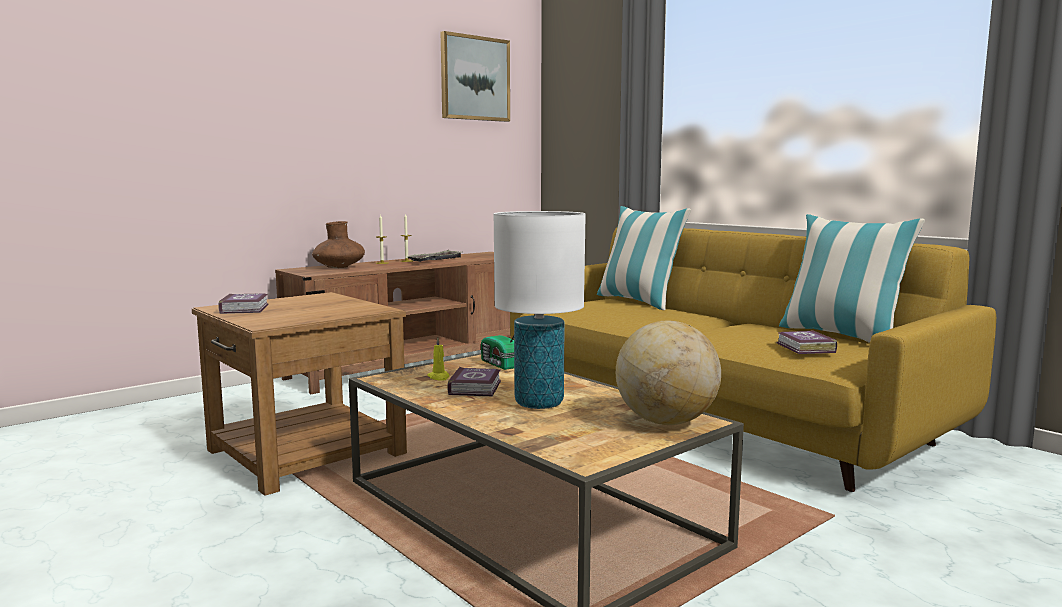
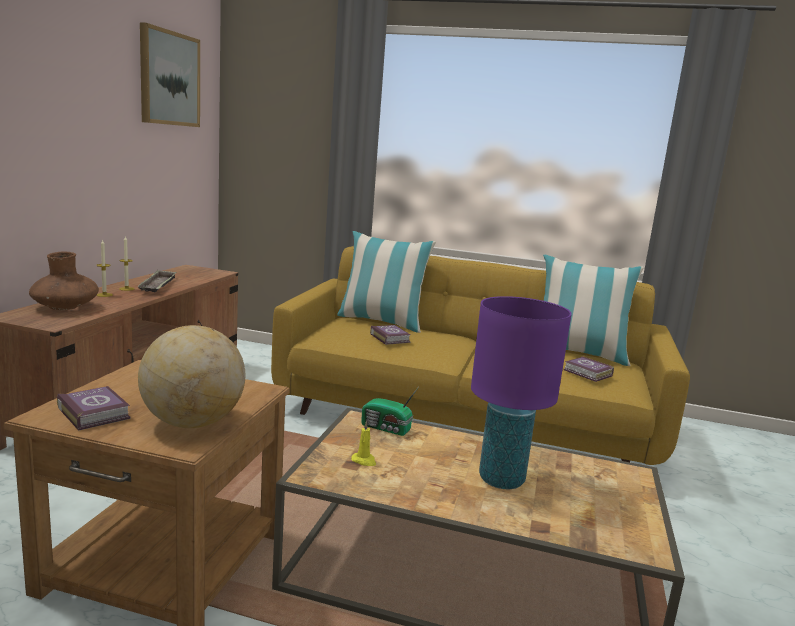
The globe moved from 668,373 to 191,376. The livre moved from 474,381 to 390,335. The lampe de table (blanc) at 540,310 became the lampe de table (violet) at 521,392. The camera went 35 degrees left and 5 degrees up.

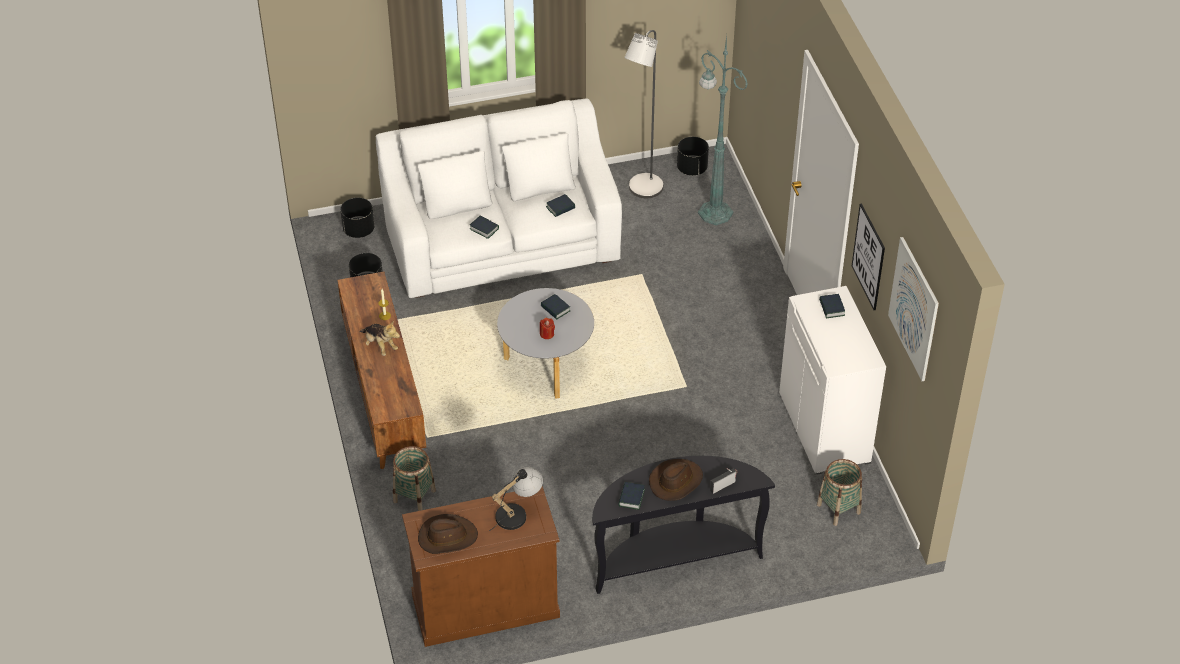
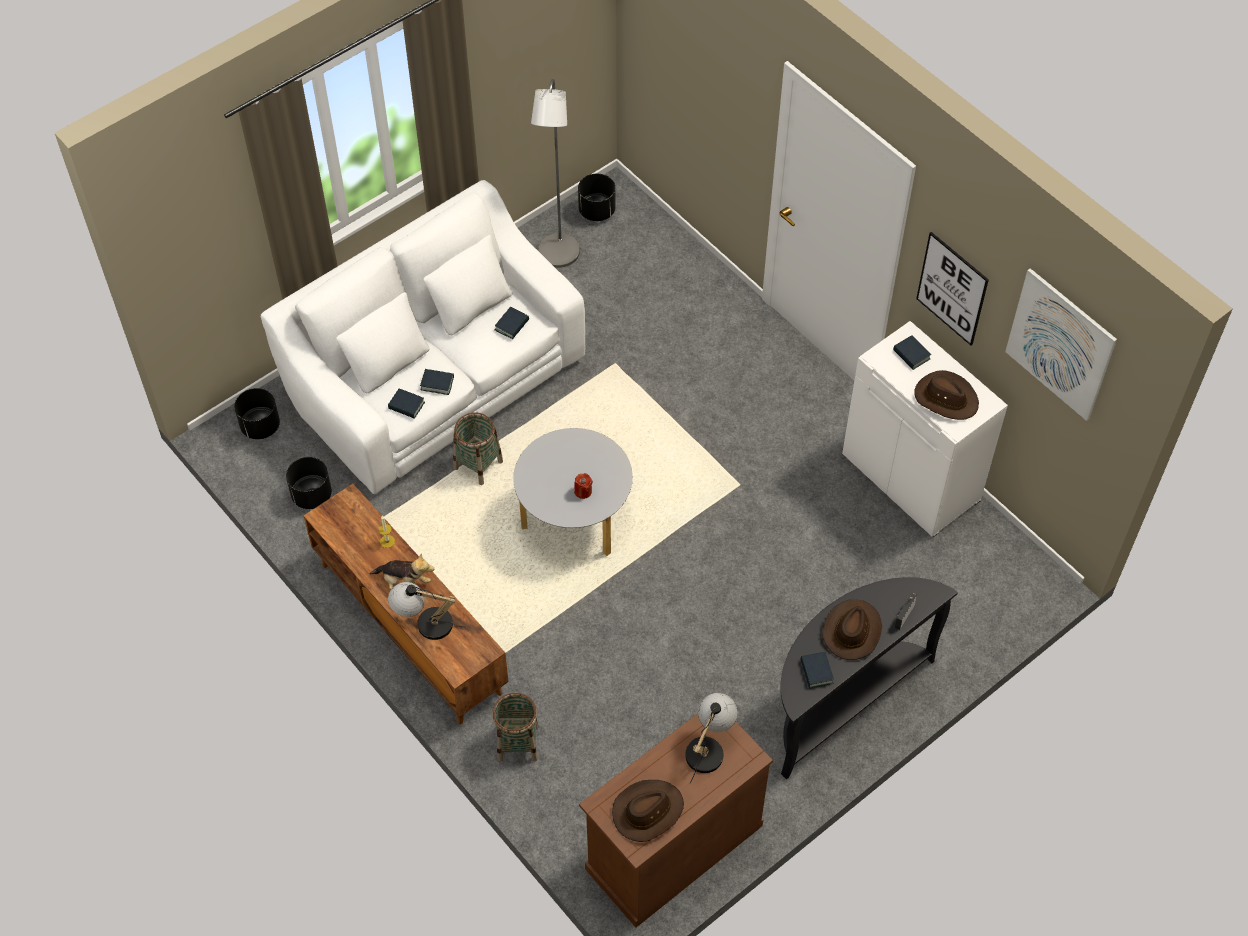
The livre moved from 555,307 to 406,404. The lampe de table at 427,611 appeared. The panier moved from 839,492 to 478,448. The chapeau (marron) at 946,395 appeared. The lampadaire (vert) at 723,130 disappeared. The camera went 25 degrees left and 10 degrees up.

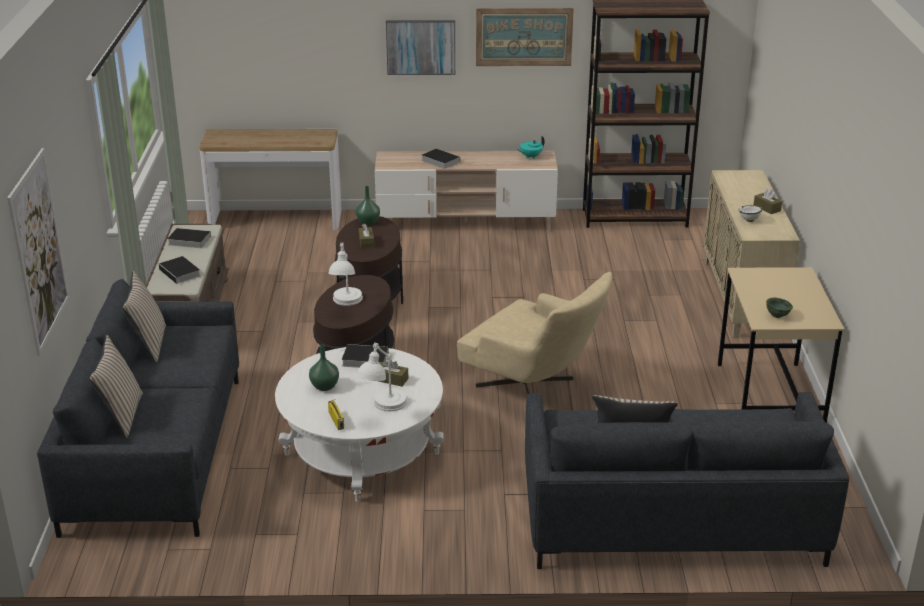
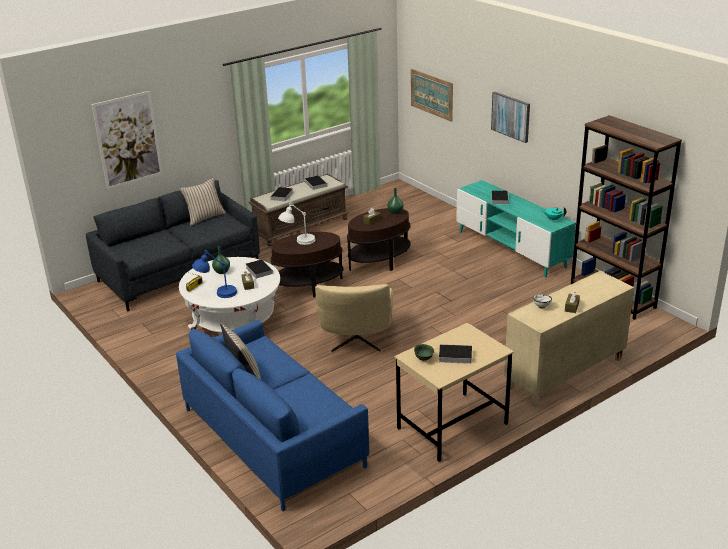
The canapé (gris) at 687,480 became the canapé (bleu) at 272,416. The lampe de table (blanc) at 381,376 became the lampe de table (bleu) at 214,274. The tableau moved from 525,37 to 432,95. The livre at 453,354 appeared. The meuble télé (beige) at 466,191 became the meuble télé (turquoise) at 516,229. The coussin (beige) at 116,386 disappeared. The table console at 270,179 disappeared. The camera went 55 degrees right and 0 degrees up.

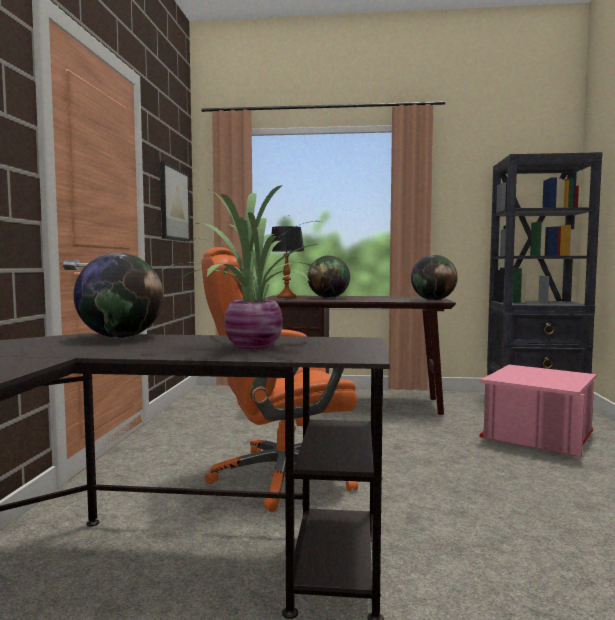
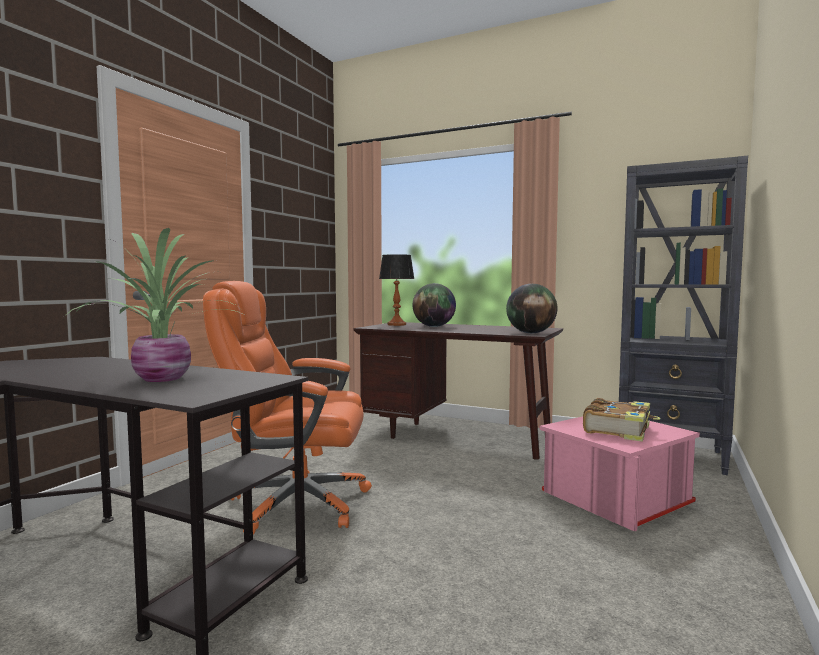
The livre at 622,420 appeared. The globe at 119,295 disappeared. The tableau at 175,201 disappeared. The camera went 20 degrees right and 0 degrees up.

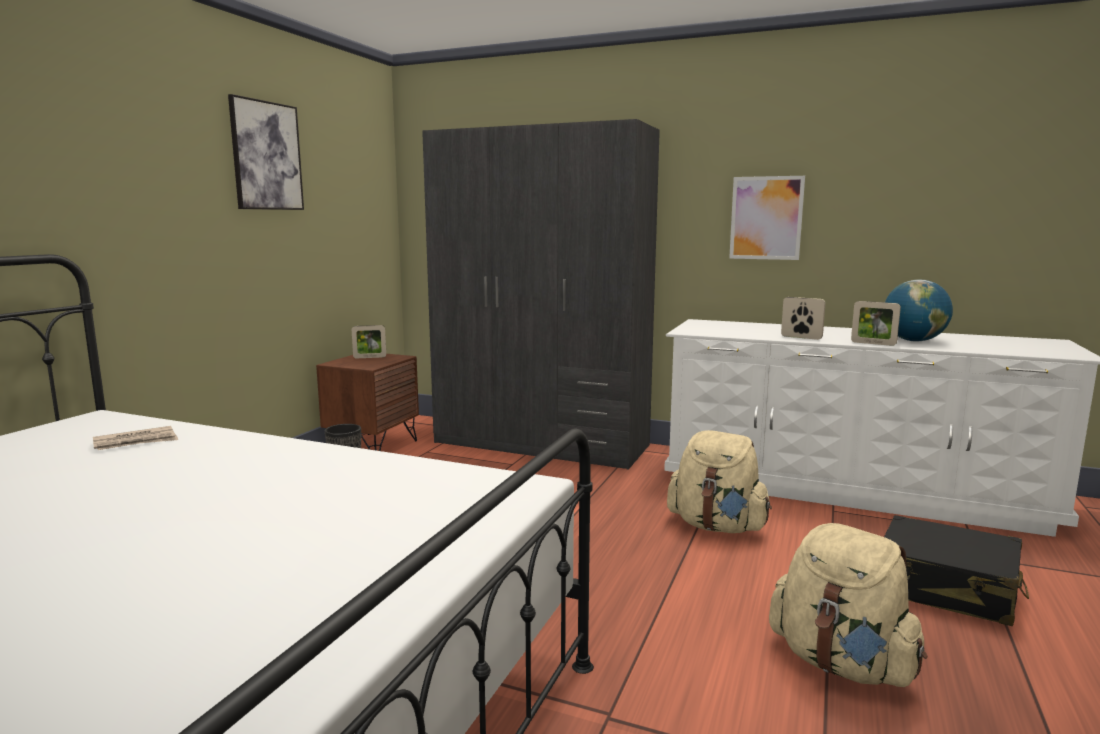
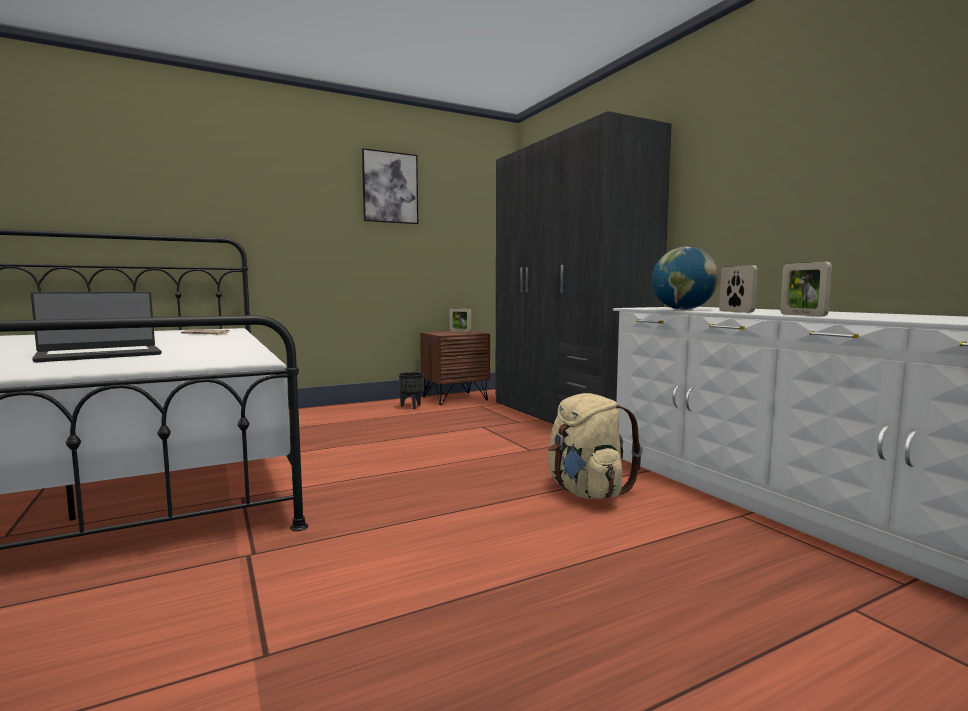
The ordinateur portable at 96,326 appeared. The globe moved from 919,310 to 685,278. The tableau at 767,218 disappeared. The sac à dos (beige) at 848,605 disappeared. The valise (noir) at 956,570 disappeared. The camera went 40 degrees right and 5 degrees down.

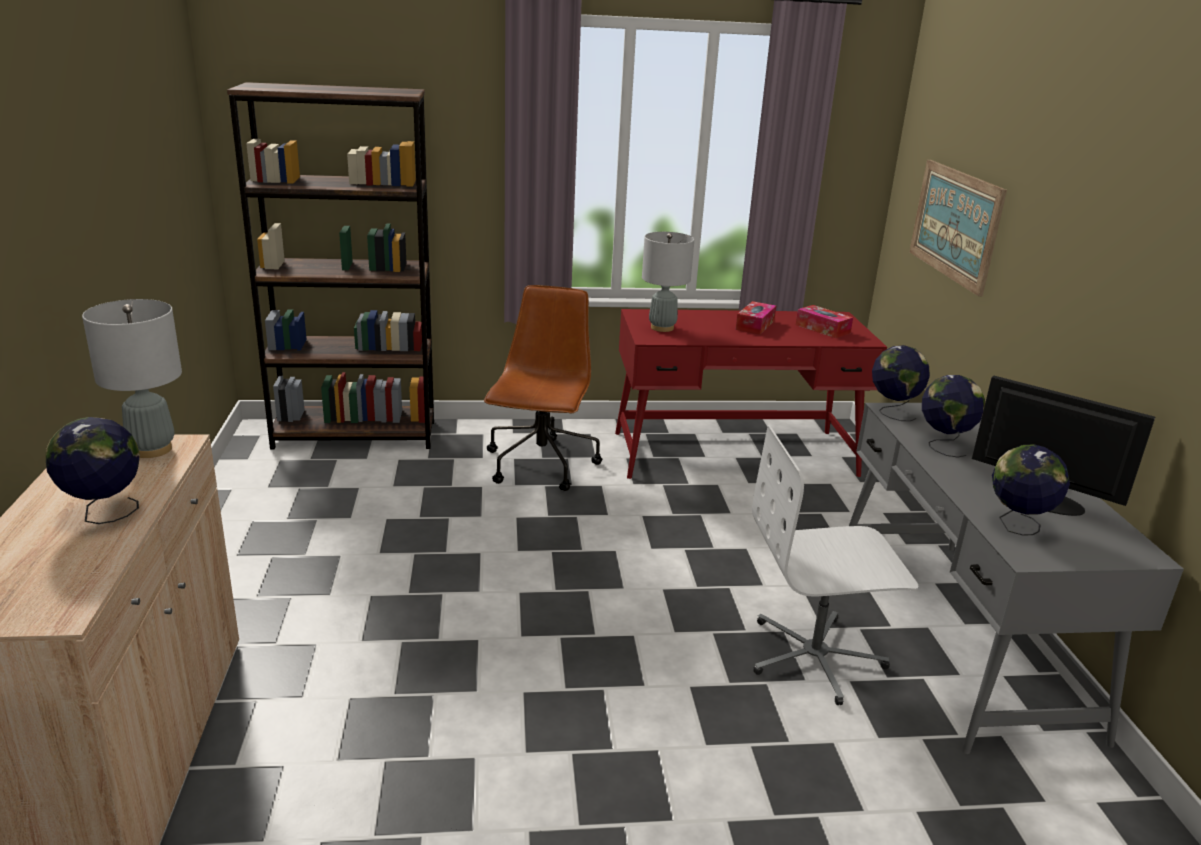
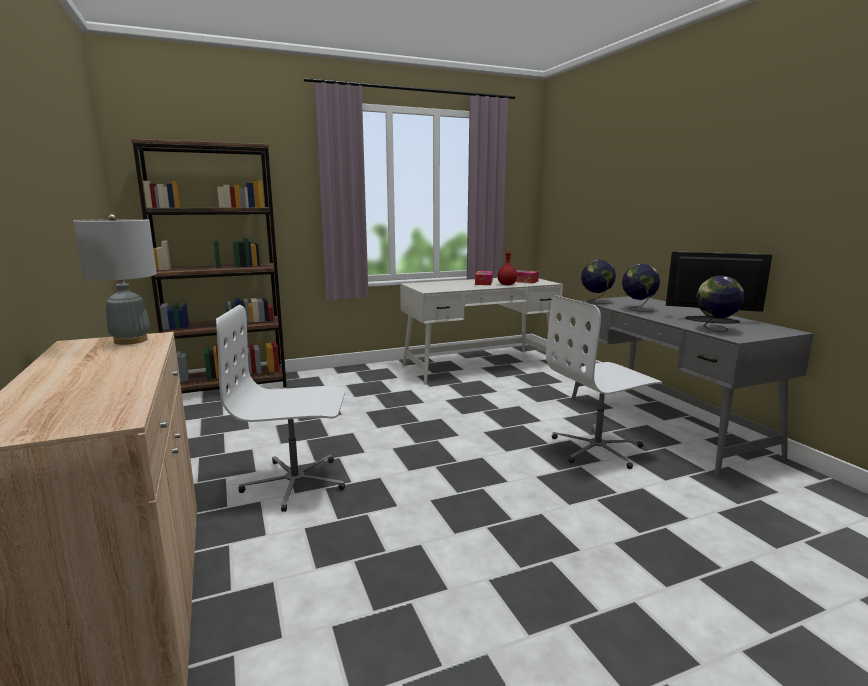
The chaise de bureau (blanc) at 280,408 appeared. The bureau (rouge) at 751,394 became the bureau (blanc) at 481,331. The bouteille (rouge) at 507,267 appeared. The globe at 93,470 disappeared. The chaise de bureau (marron) at 543,388 disappeared. The lampe de table (gris) at 668,282 disappeared. The tableau at 958,228 disappeared. The camera went 15 degrees left and 10 degrees down.

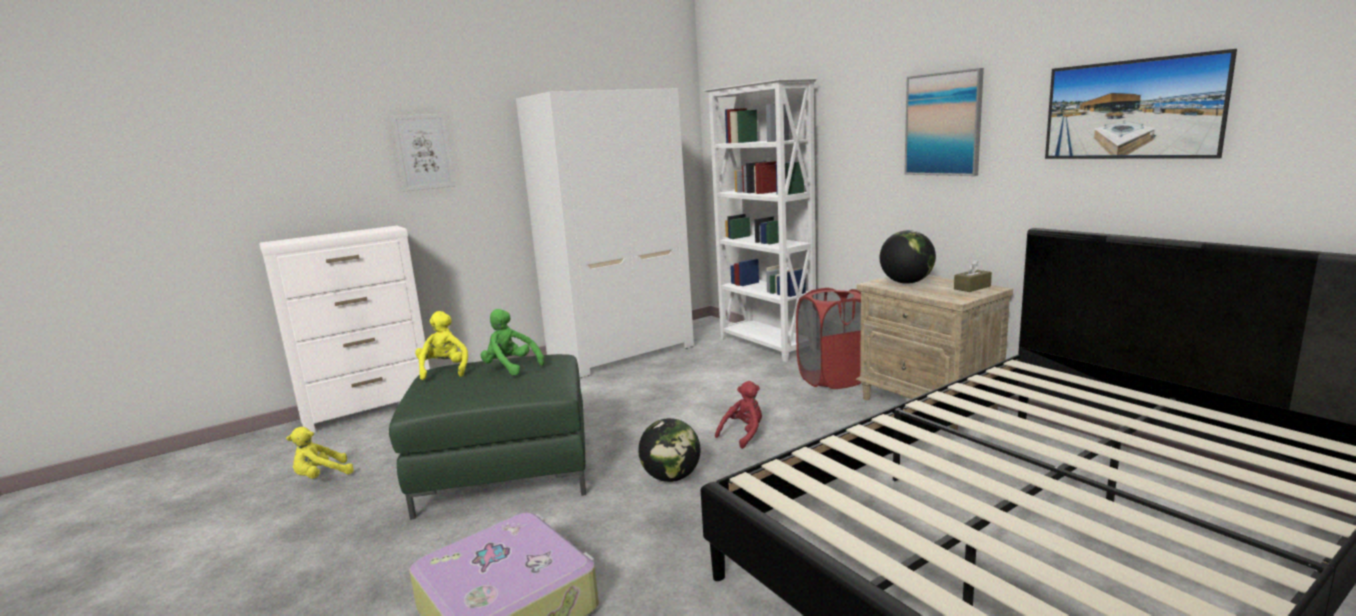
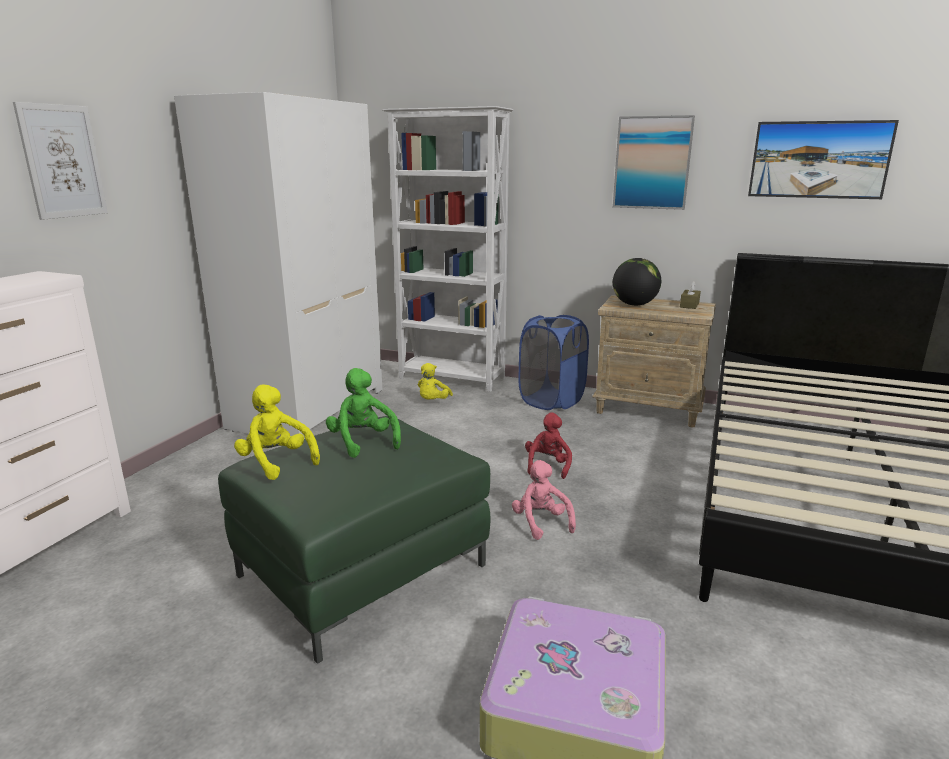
The peluche (vert) at 513,342 turned 60 degrees clockwise. The peluche (jaune) moved from 320,453 to 435,381. The globe at 669,450 was replaced by the peluche (rose) at 544,500. The panier à linge (rouge) at 828,338 became the panier à linge (bleu) at 553,362. The camera went 35 degrees left and 5 degrees up.

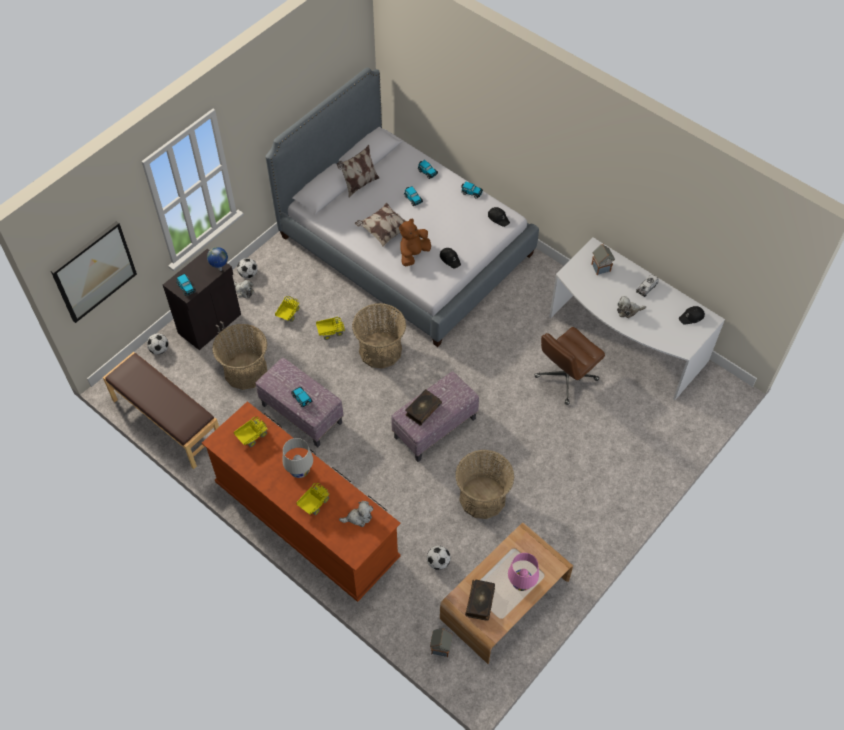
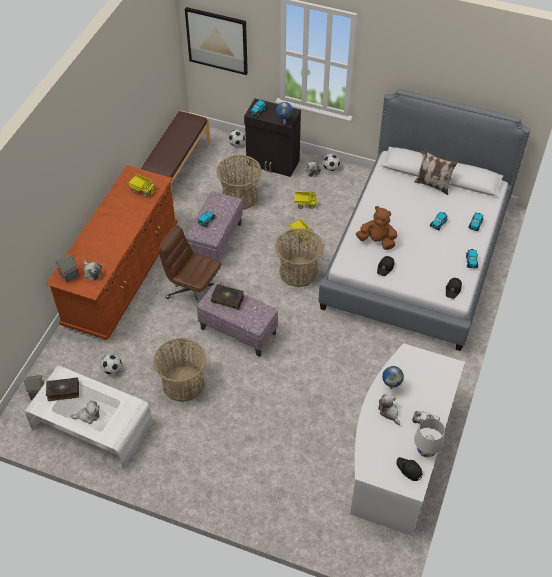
The table basse (marron) at 506,593 became the table basse (blanc) at 88,418. The maison miniature moved from 603,259 to 67,268. The lampe de table (rose) at 523,572 was replaced by the peluche at 85,412. The chaise de bureau (marron) moved from 570,366 to 190,264. The globe at 393,377 appeared. The lampe de table (blanc) moved from 298,458 to 429,438. The camion jouet at 313,499 disappeared. The coussin at 380,225 disappeared. The camera went 70 degrees right and 5 degrees down.

